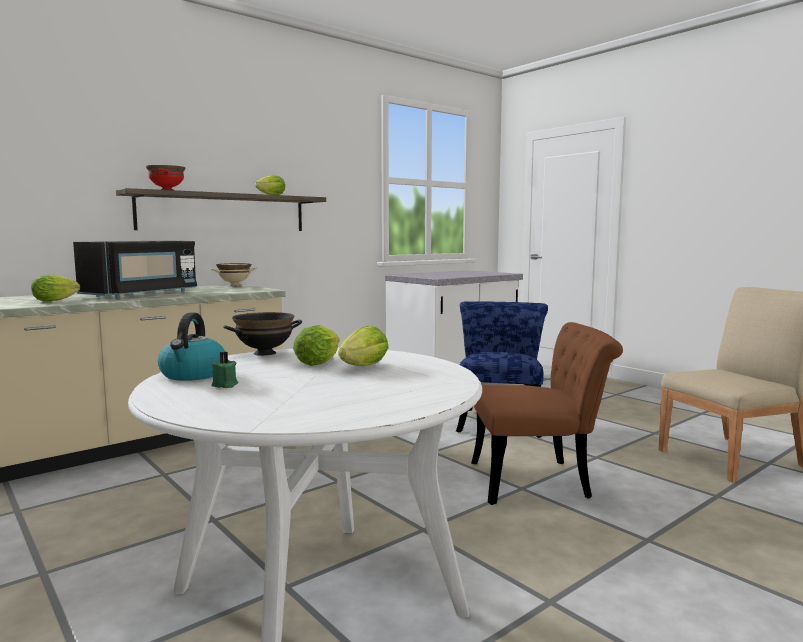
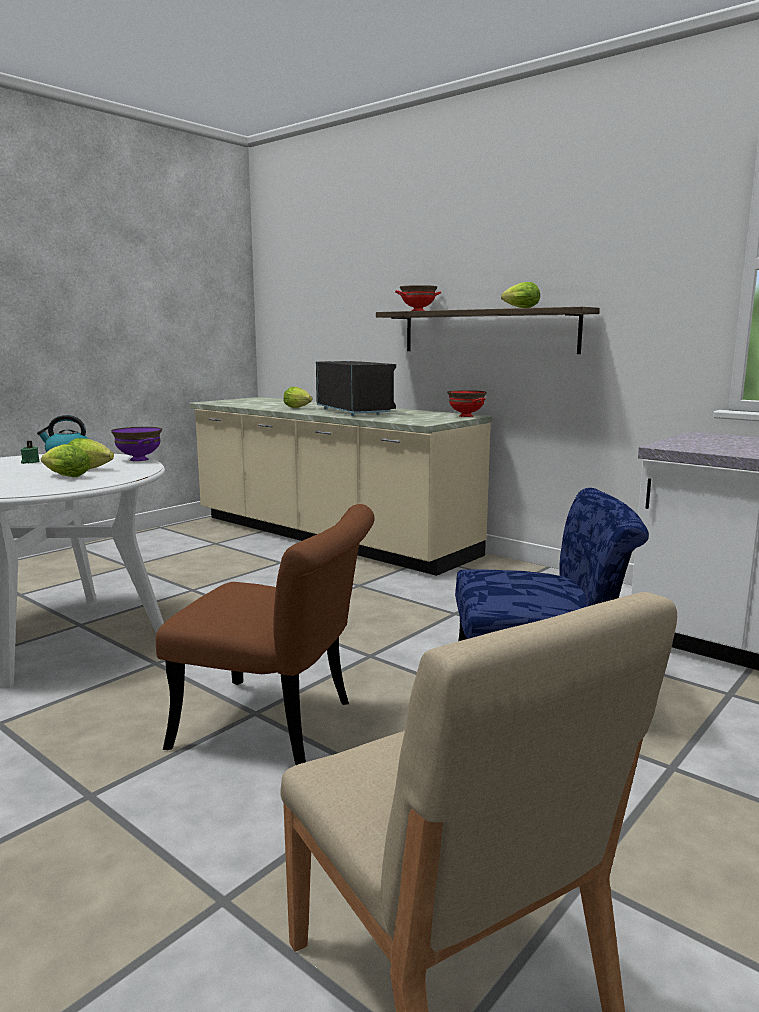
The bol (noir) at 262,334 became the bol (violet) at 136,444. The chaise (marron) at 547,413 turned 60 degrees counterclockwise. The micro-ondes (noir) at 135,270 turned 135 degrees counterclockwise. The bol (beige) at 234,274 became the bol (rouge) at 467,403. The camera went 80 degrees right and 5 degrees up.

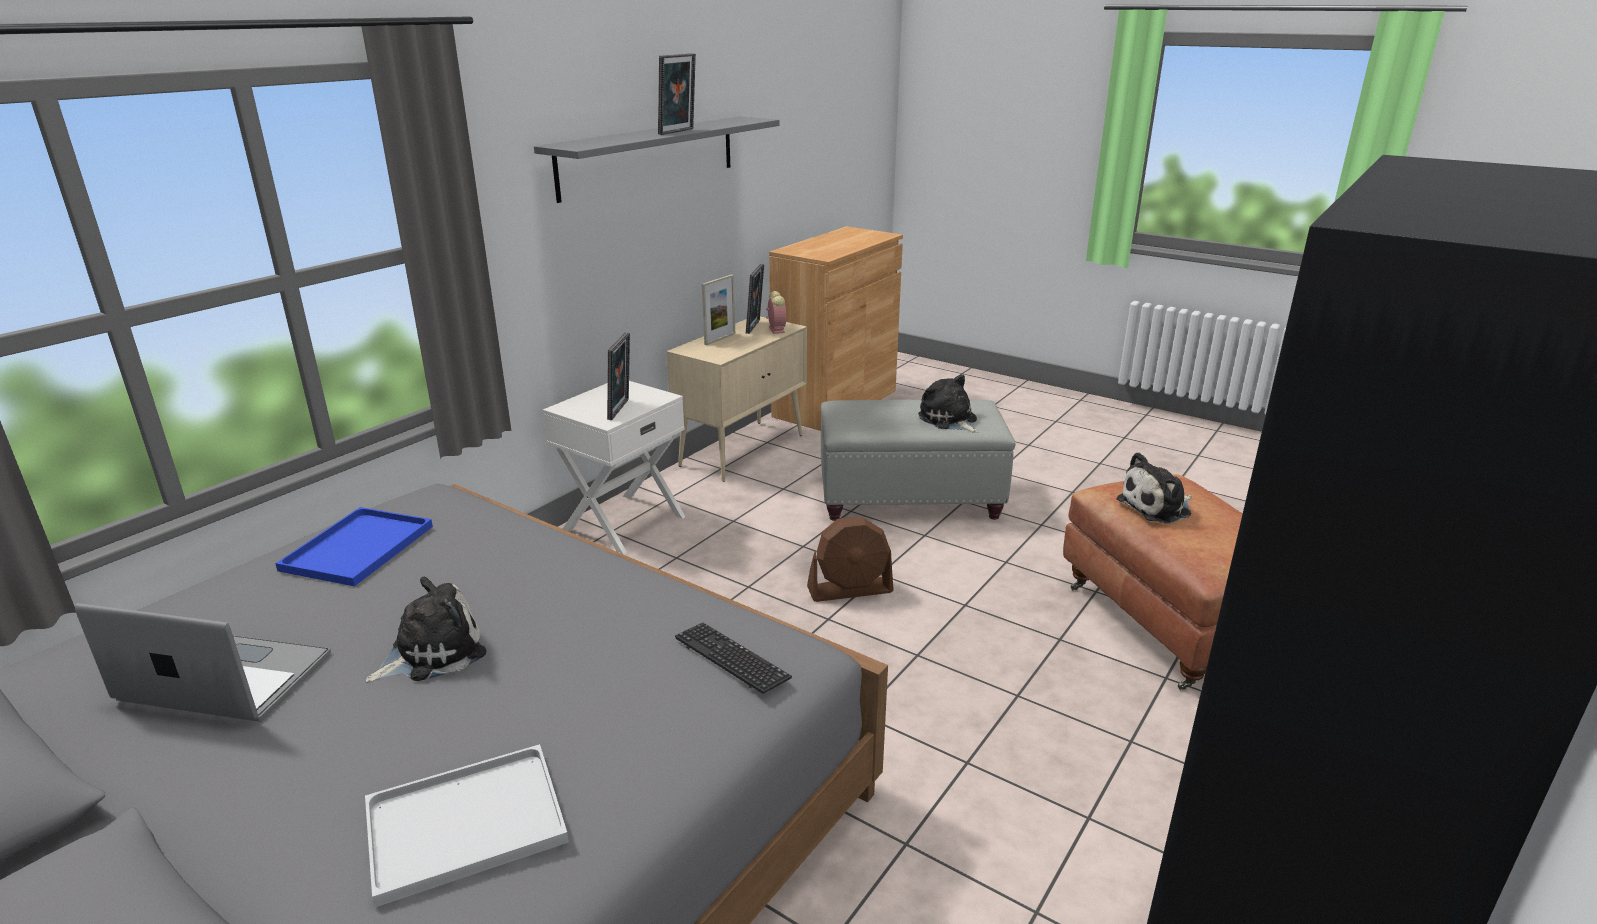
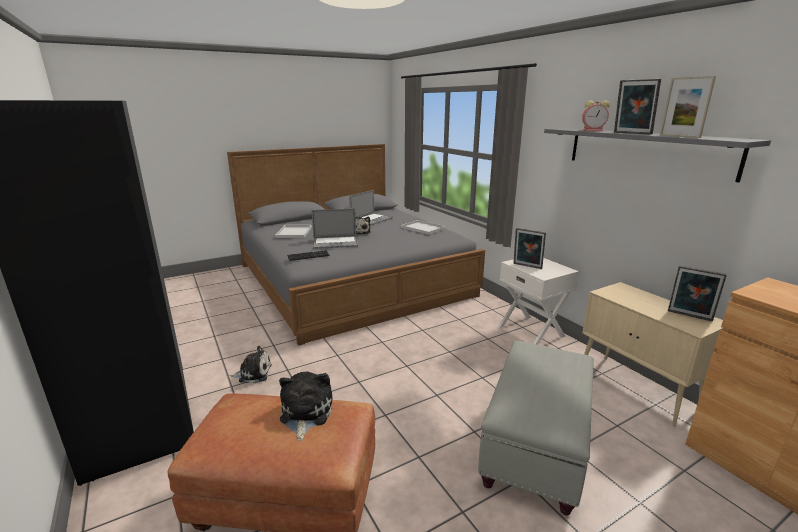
The peluche moved from 948,403 to 250,364. The ordinateur portable at 335,228 appeared. The plateau (bleu) at 354,546 became the plateau (blanc) at 423,227. The réveil moved from 776,312 to 596,115. The cadre photo moved from 718,309 to 688,107. The ventilateur (marron) at 850,559 disappeared. The camera went 115 degrees right and 5 degrees down.

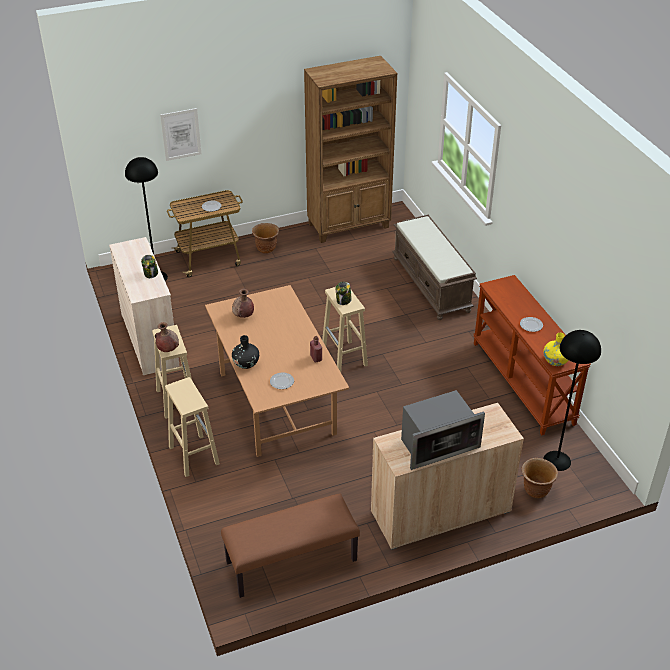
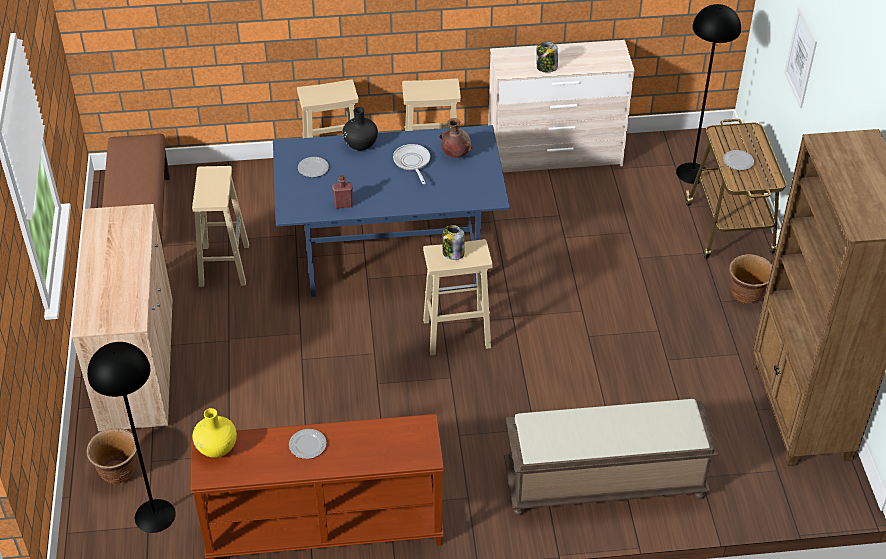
The tabouret (beige) at 220,226 appeared. The table à manger (marron) at 277,371 became the table à manger (bleu) at 391,211. The poêle at 411,164 appeared. The vase (marron) at 167,337 disappeared. The micro-ondes at 443,430 disappeared. The camera went 105 degrees right and 5 degrees up.

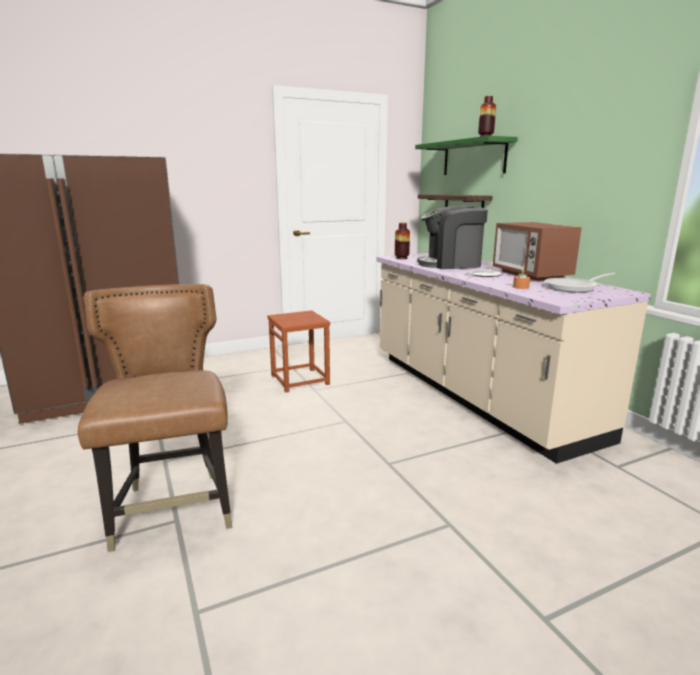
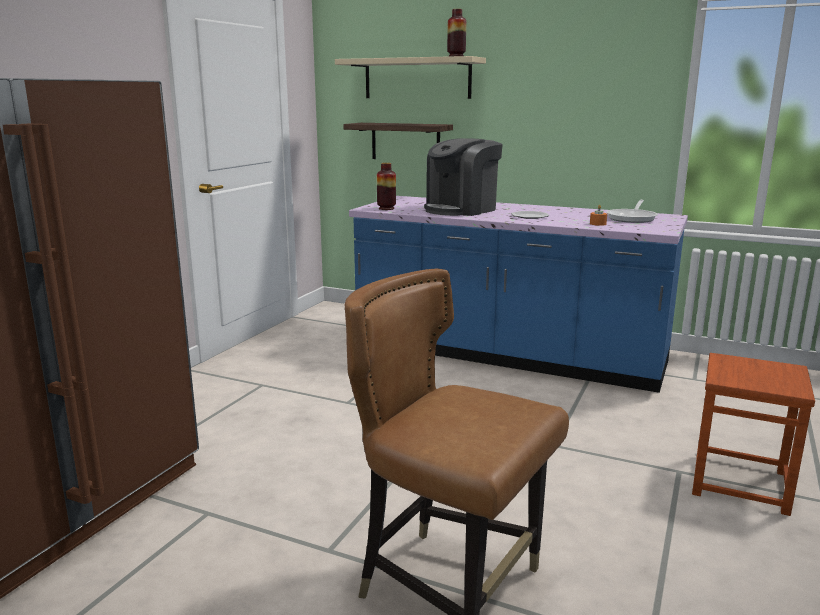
The étagère (vert) at 466,155 became the étagère (beige) at 410,77. The comptoir de cuisine (beige) at 514,358 became the comptoir de cuisine (bleu) at 518,294. The tabouret (marron) moved from 298,351 to 753,434. The micro-ondes at 537,251 disappeared. The camera went 40 degrees left and 0 degrees up.

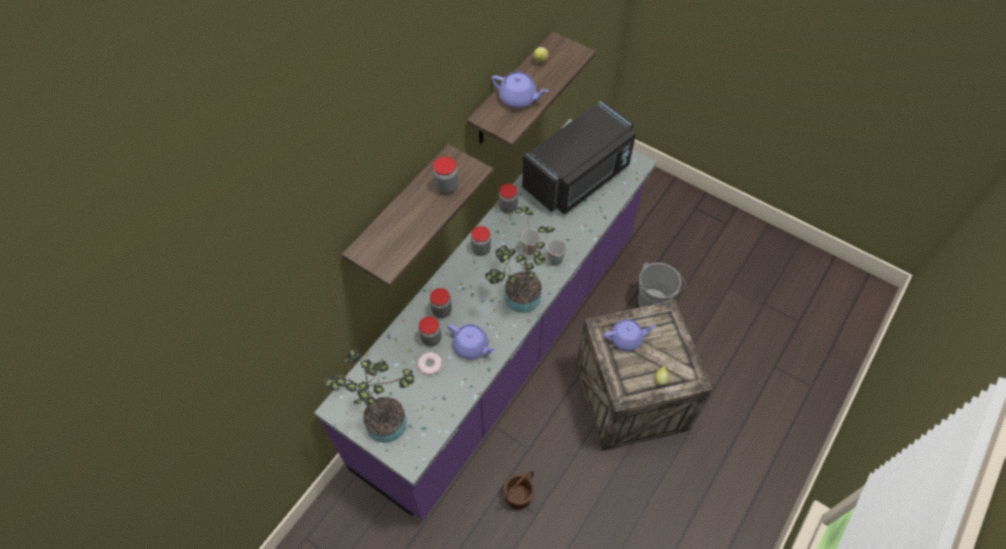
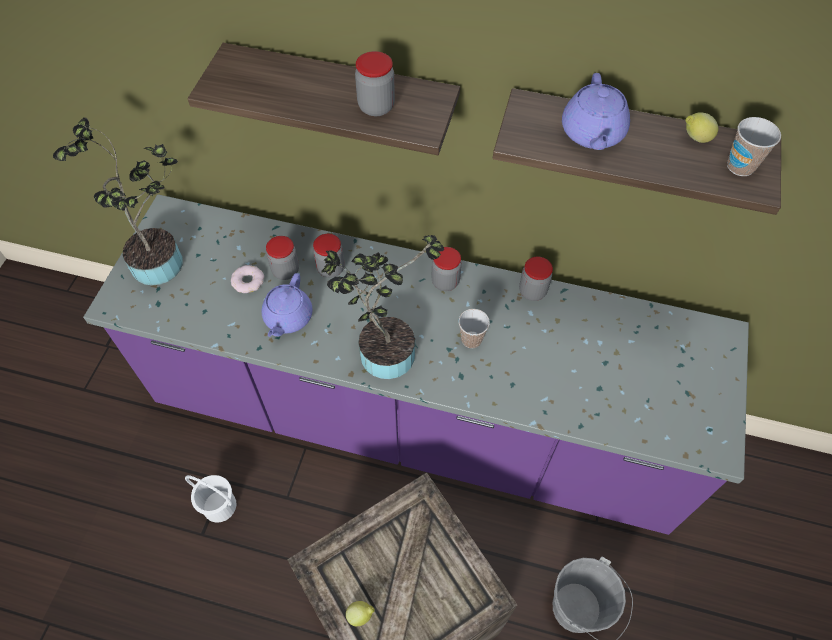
The seau (marron) at 519,490 became the seau (blanc) at 210,499. The tasse moved from 557,252 to 754,146. The micro-ondes (noir) at 579,157 disappeared. The théière (violet) at 630,335 disappeared. The camera went 70 degrees right and 0 degrees up.

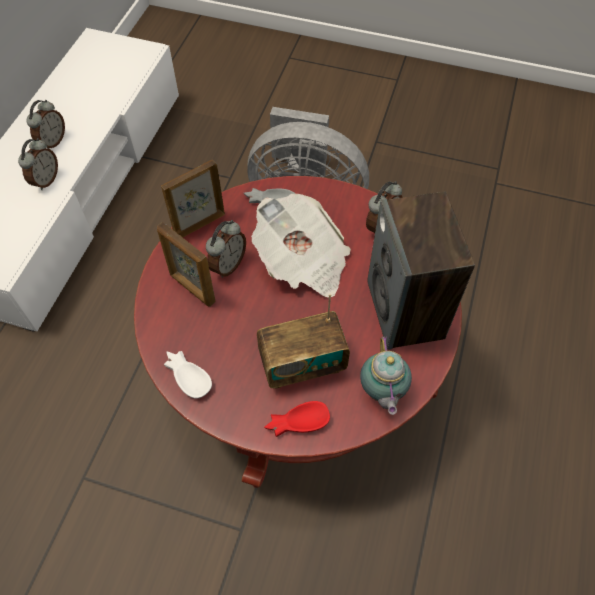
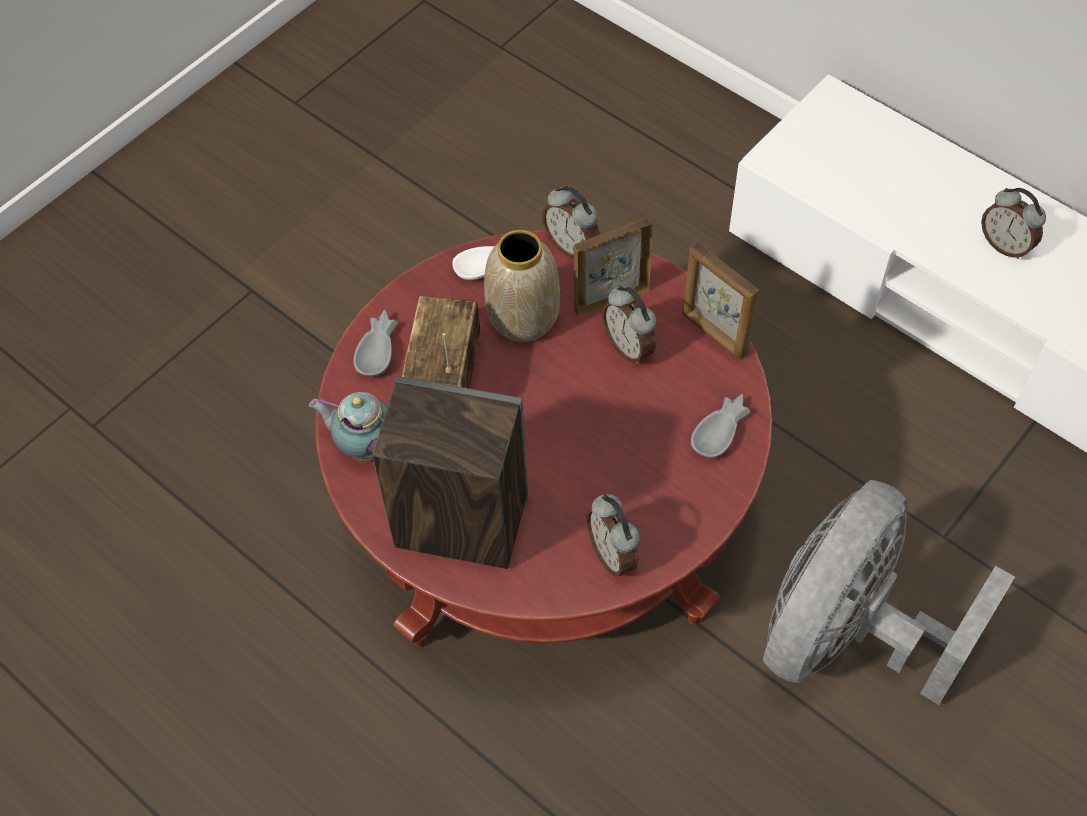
The bol (rouge) at 297,419 became the bol (gris) at 375,343. The vase at 522,286 appeared. The réveil moved from 38,164 to 571,222. The cadre photo at 193,198 turned 150 degrees clockwise. The journal at 301,246 disappeared. The camera went 115 degrees right and 0 degrees up.

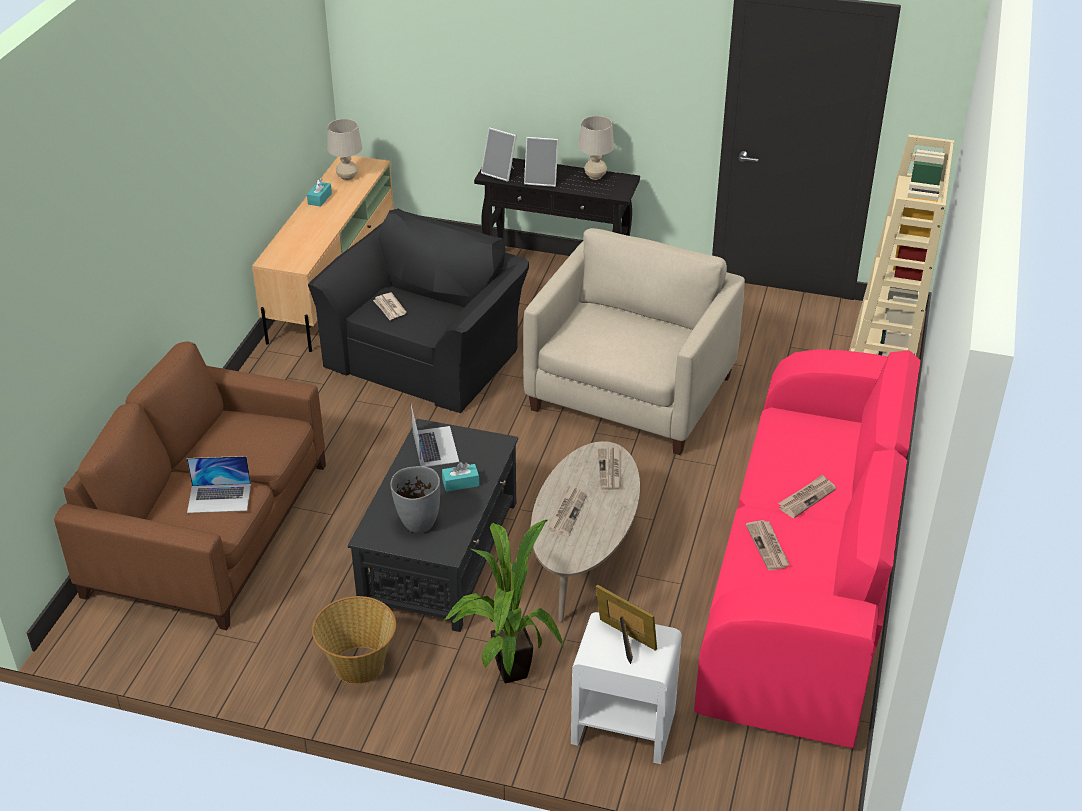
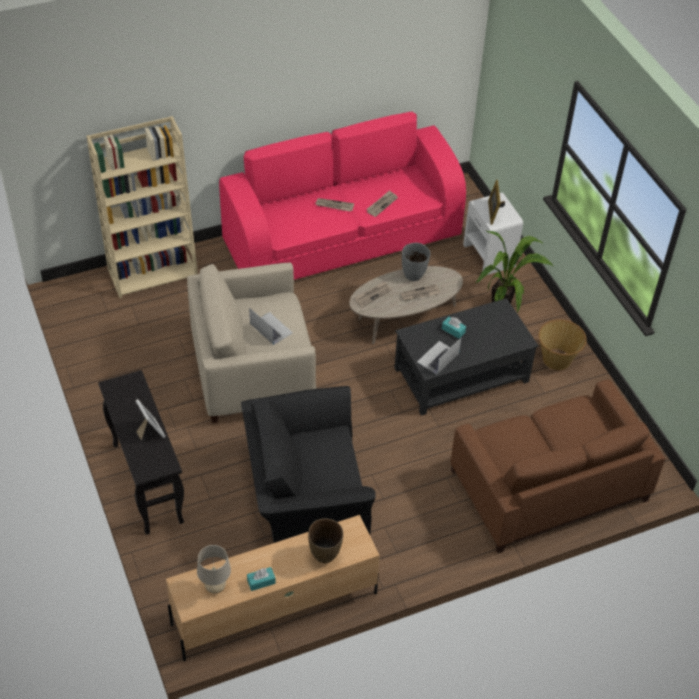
The ordinateur portable moved from 219,484 to 271,326. The vase (marron) at 325,540 appeared. The vase (gris) moved from 415,499 to 416,262. The journal at 390,306 disappeared. The cadre photo at 499,154 disappeared. The lampe de table (beige) at 596,148 disappeared. The camera went 130 degrees left and 10 degrees up.

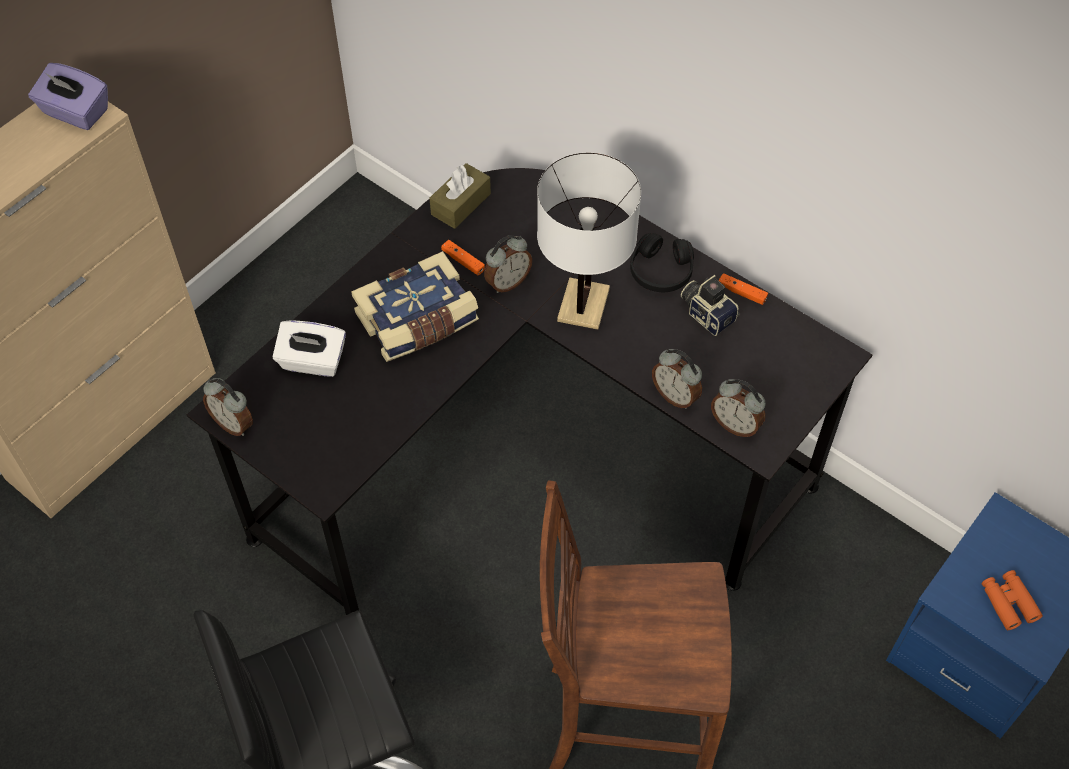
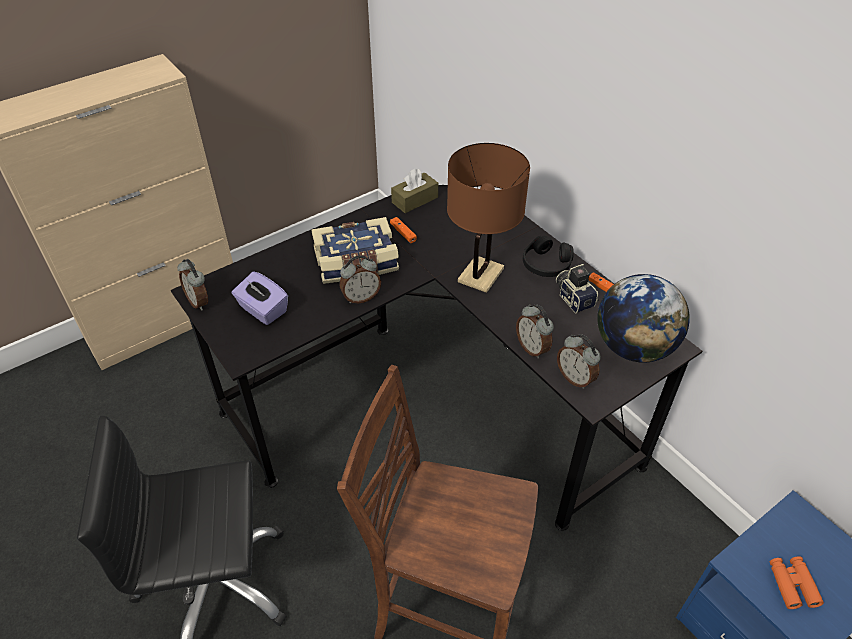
The boîte à mouchoirs (violet) moved from 68,96 to 260,298. The réveil moved from 508,264 to 360,279. The lampe de table (blanc) at 589,241 became the lampe de table (marron) at 488,218. The globe at 643,318 appeared. The boîte à mouchoirs (blanc) at 309,348 disappeared. The camera went 15 degrees right and 10 degrees down.

